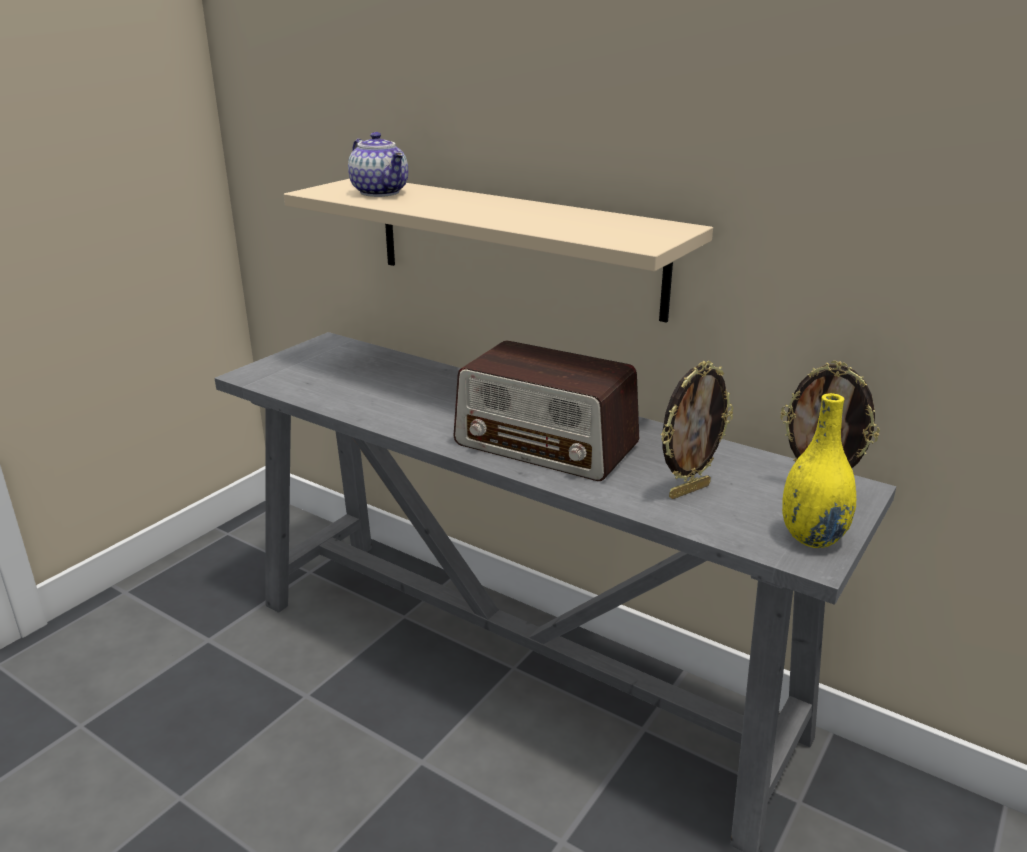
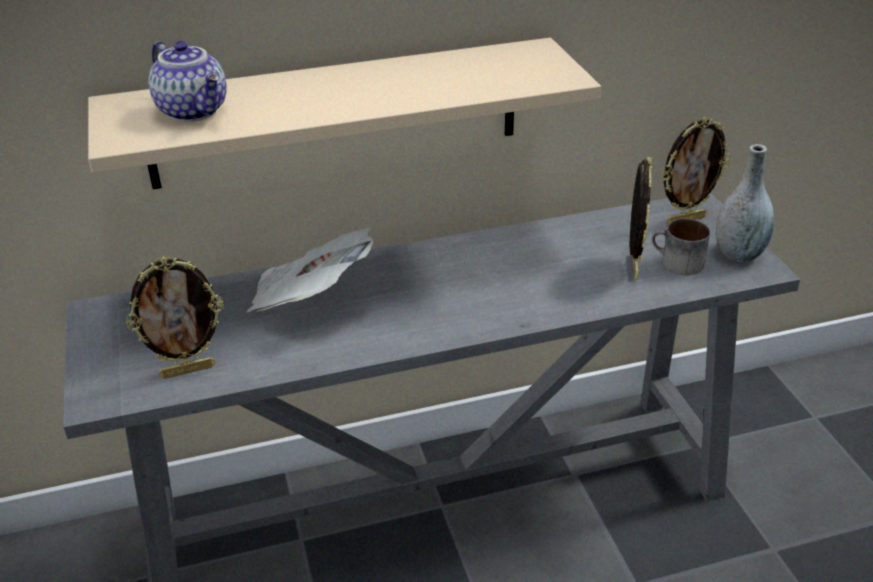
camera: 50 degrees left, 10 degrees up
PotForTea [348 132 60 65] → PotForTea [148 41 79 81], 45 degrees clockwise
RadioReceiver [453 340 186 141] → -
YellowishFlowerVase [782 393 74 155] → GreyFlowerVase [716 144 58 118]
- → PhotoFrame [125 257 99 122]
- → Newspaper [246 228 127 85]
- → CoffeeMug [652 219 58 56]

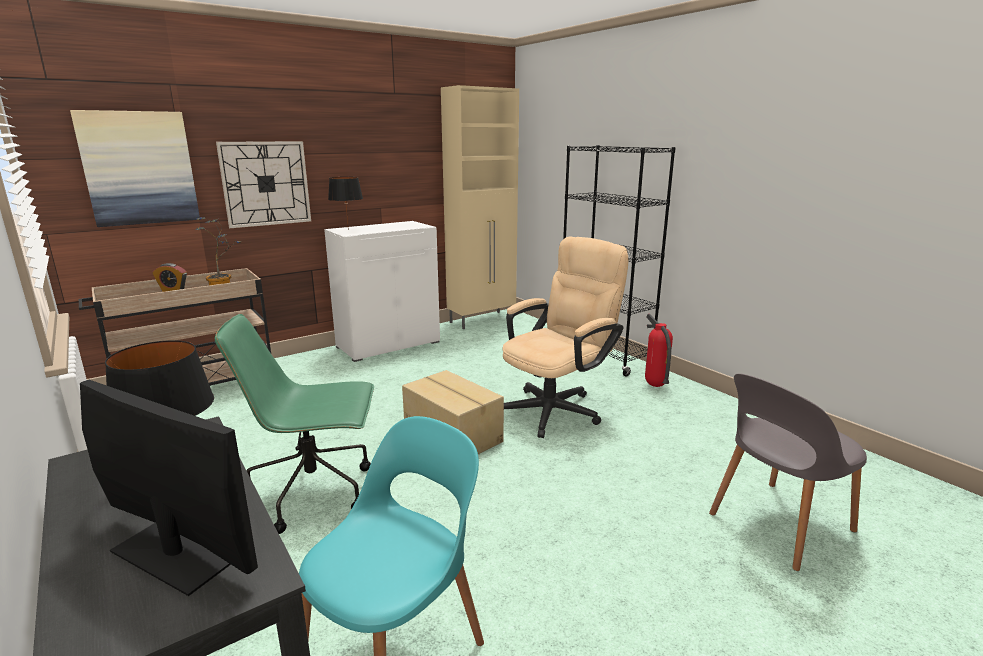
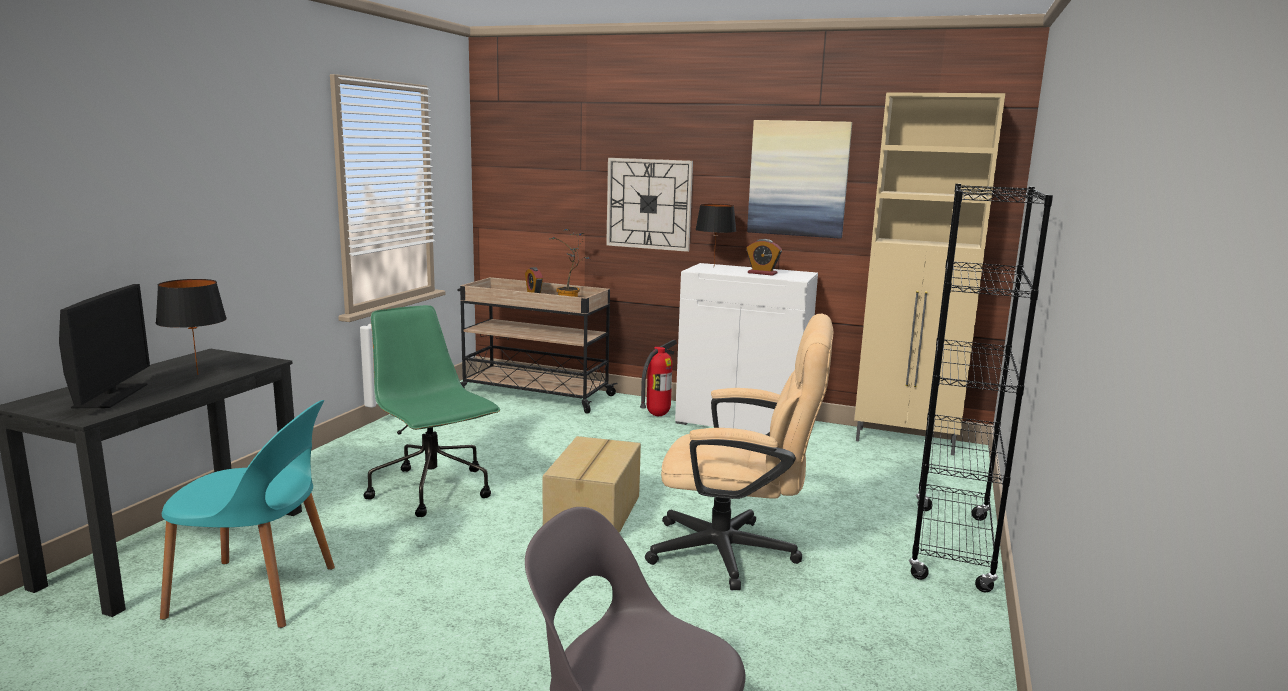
camera: 55 degrees right, 5 degrees down
WallPicture [70 110 130 117] → WallPicture [747 120 105 119], moved
FireExtinguisher [645 314 28 73] → FireExtinguisher [640 339 37 77], moved
- → TableClock [746 239 36 37]

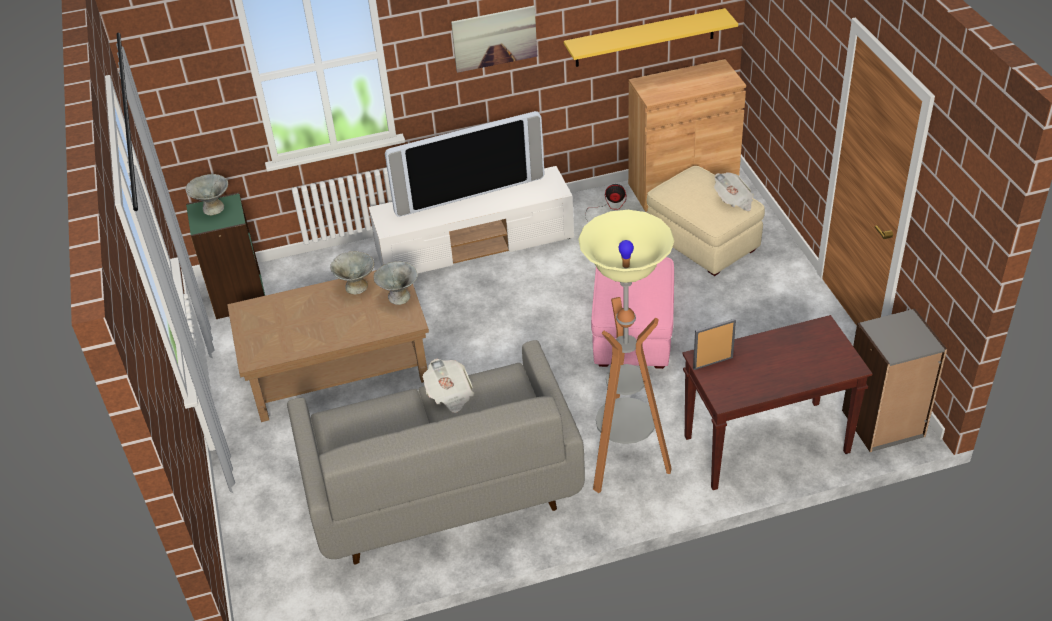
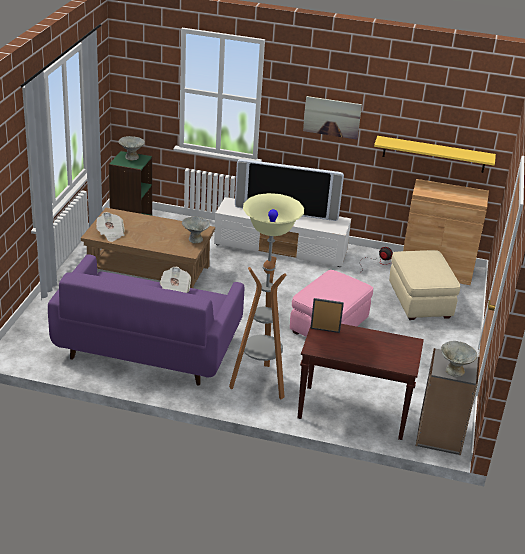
camera: 25 degrees right, 10 degrees down
GreySettee [287 340 298 225] → PurplishSettee [48 254 196 132]
GreyBowl [330 251 44 43] → GreyBowl [441 341 36 36], moved
Newspaper [714 172 40 39] → Newspaper [96 212 29 30], moved

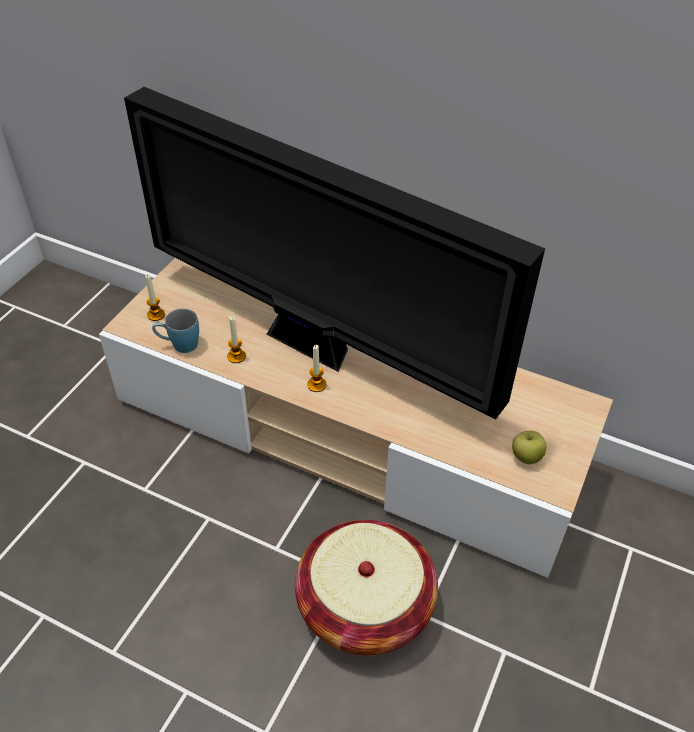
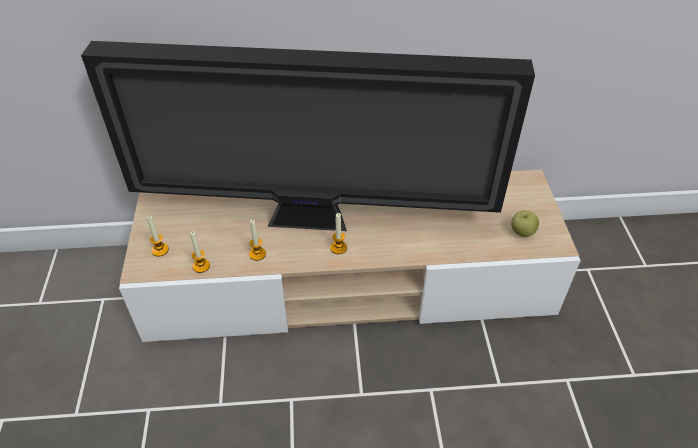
camera: 30 degrees left, 0 degrees up
BlueCoffeeMug [152 308 47 45] → Candle [190 231 20 42]
HouseholdBasket [295 520 143 135] → -

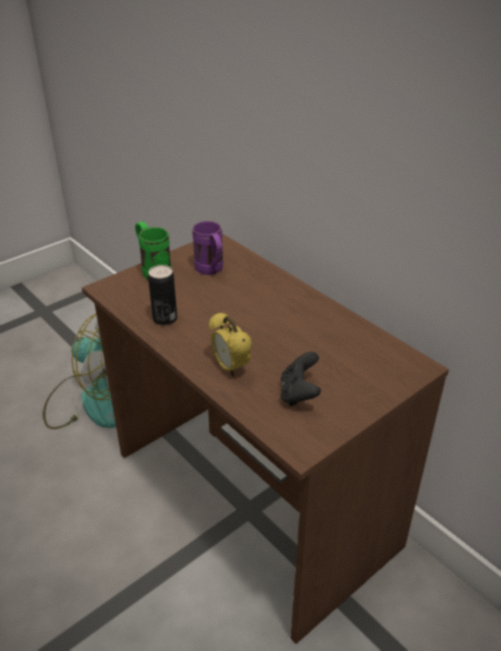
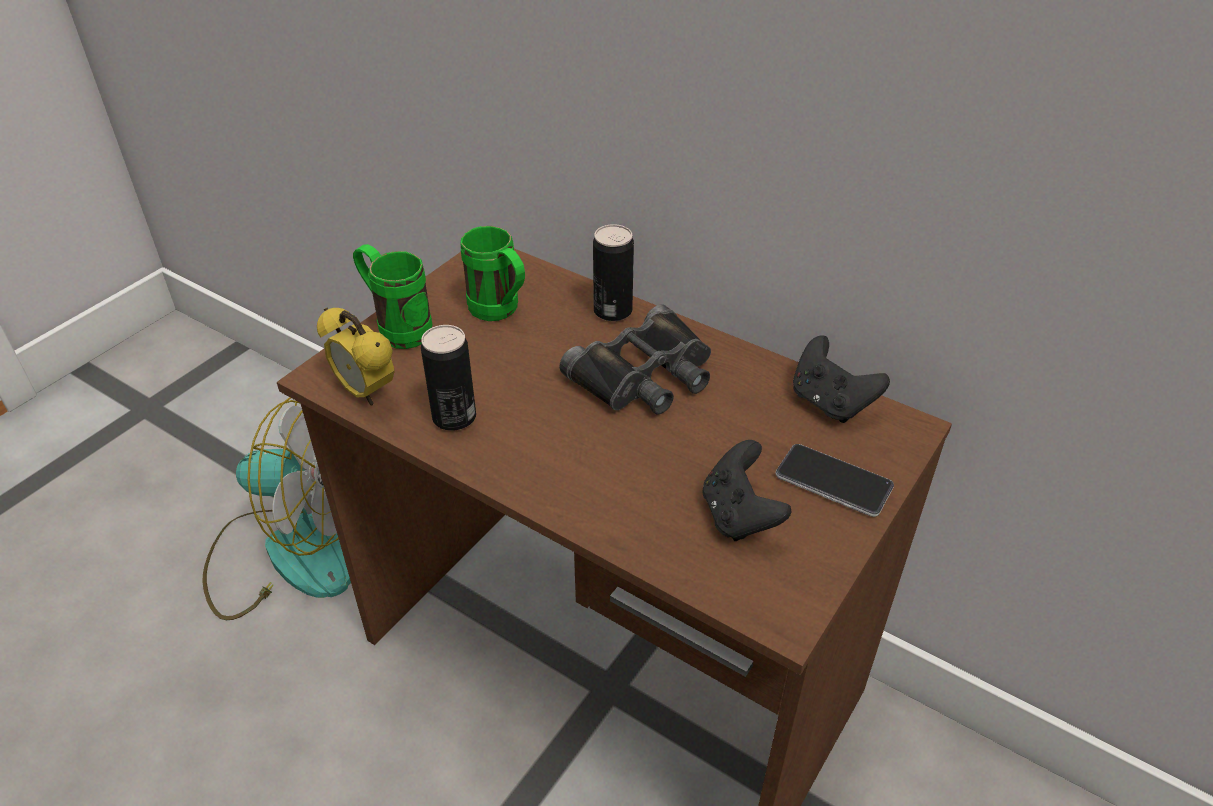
camera: 15 degrees left, 5 degrees up
PurplishCoffeeMug [192 221 31 54] → GreenishCoffeeMug [460 226 65 95]
TableClock [209 312 43 65] → TableClock [317 308 78 98], moved
- → BlackishFieldGlasses [560 304 151 111]
- → MetalCan [593 224 41 97]
- → Handset [776 444 118 73]
- → BlackishGameController [793 336 97 87]

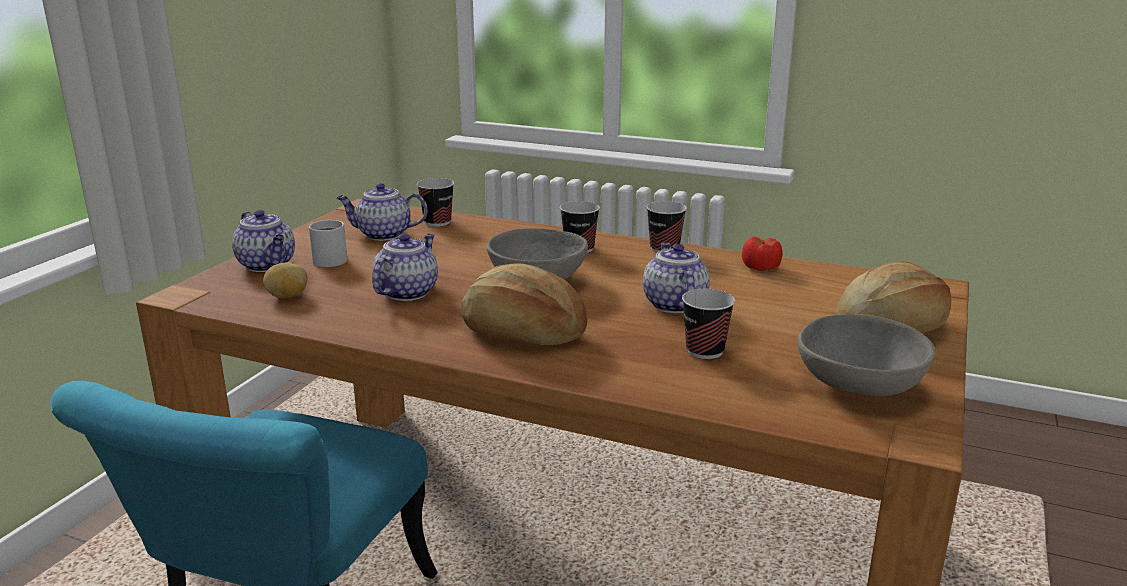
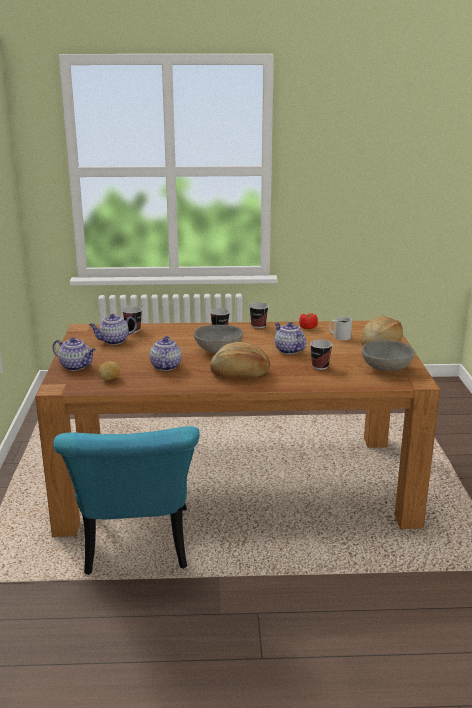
camera: 25 degrees left, 0 degrees up
WhiteColouredCoffeeMug [309 220 38 47] → WhiteColouredCoffeeMug [329 317 23 23], moved

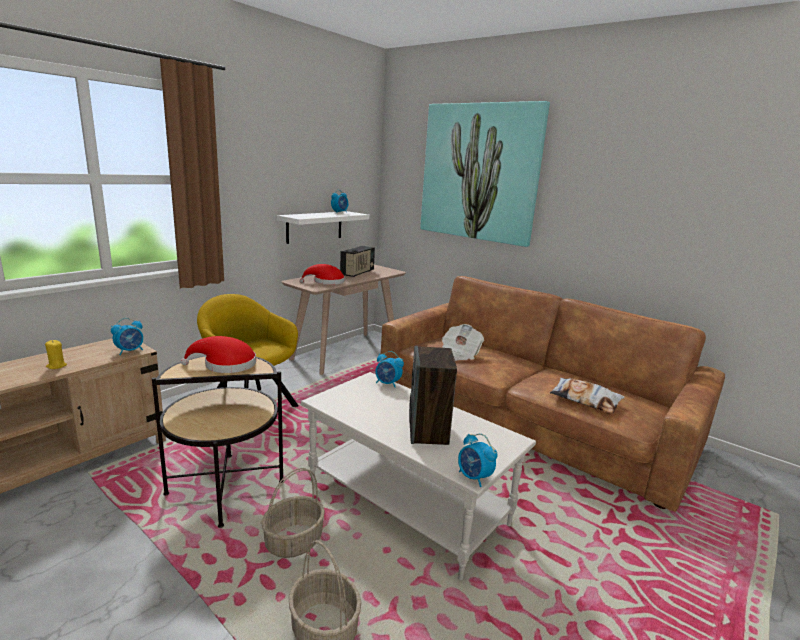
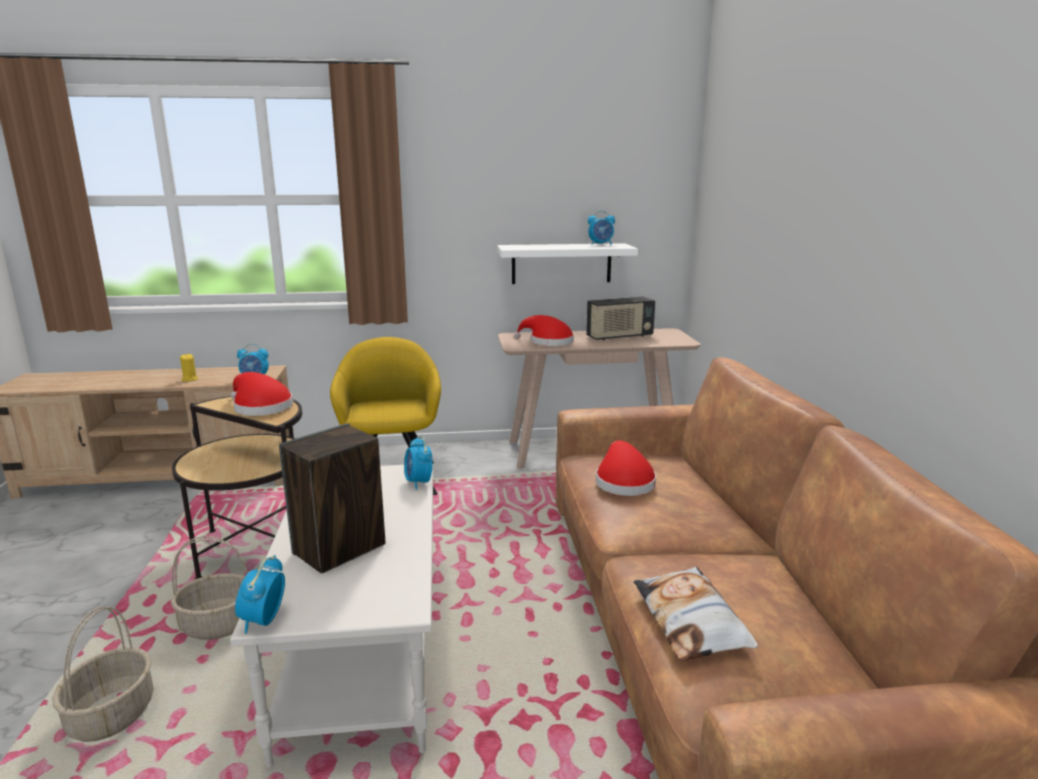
camera: 45 degrees right, 0 degrees up
WallPicture [420 101 130 146] → -
Newspaper [442 324 42 37] → RedColouredWearableHat [596 440 60 56]

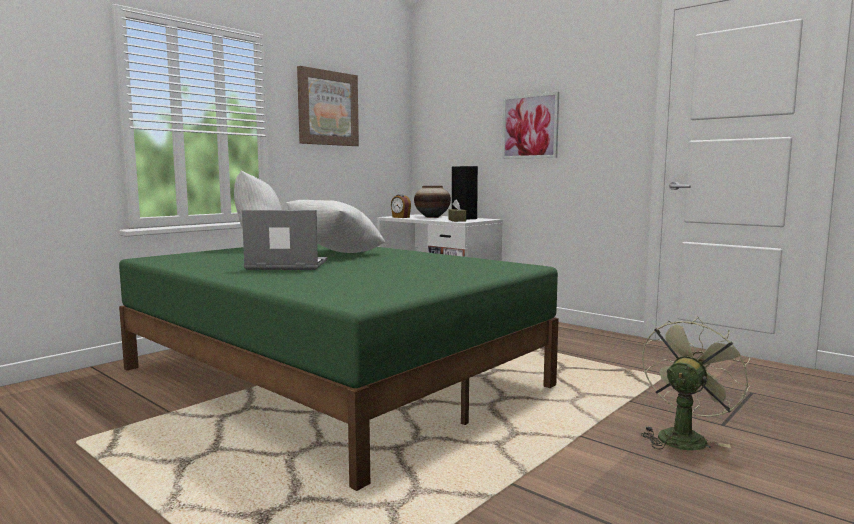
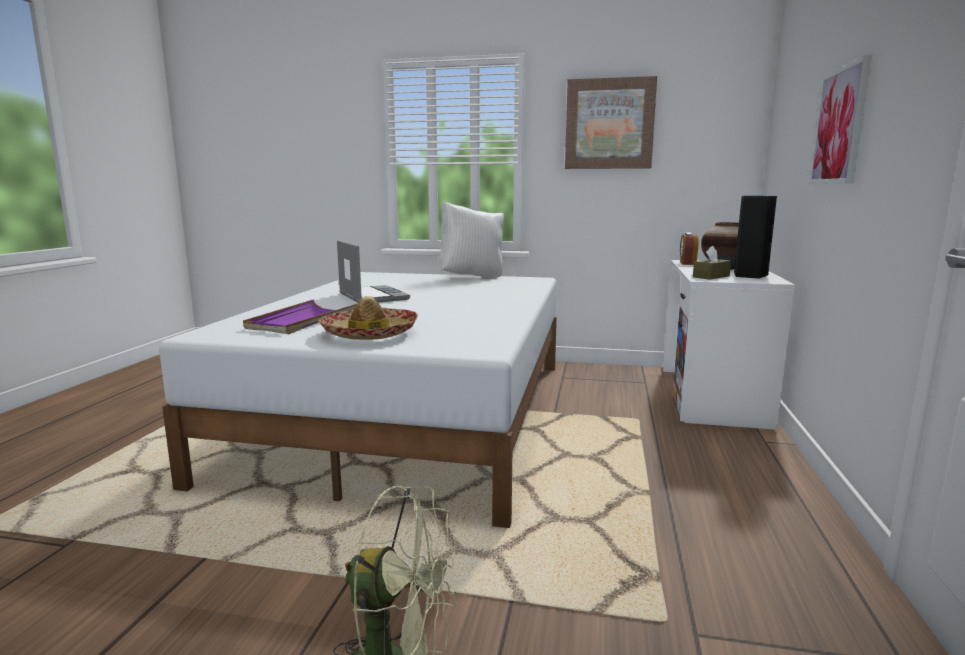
camera: 60 degrees right, 5 degrees up
GreenishBedroomBed [119 243 440 248] → WhiteColouredBedroomBed [159 272 398 256]
WhiteColouredThrowPillow [286 200 99 53] → -
- → PurplishTray [243 299 114 35]
- → WearableHat [318 296 100 44]

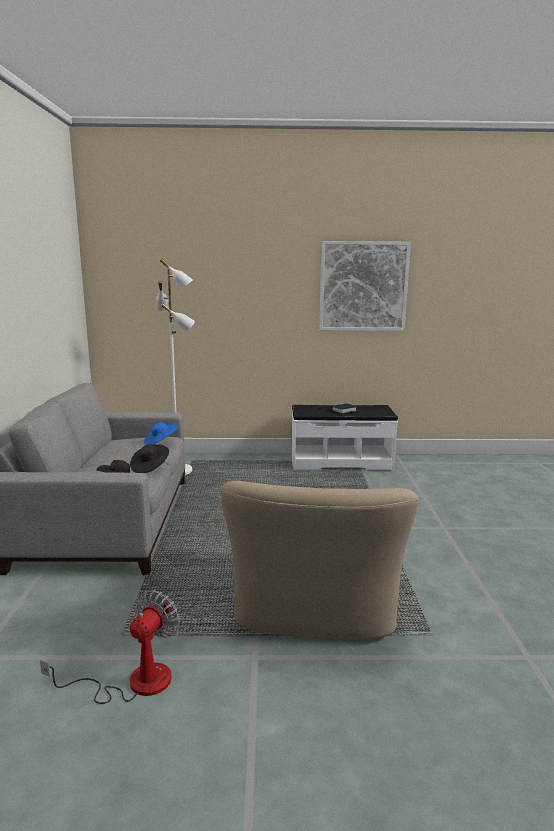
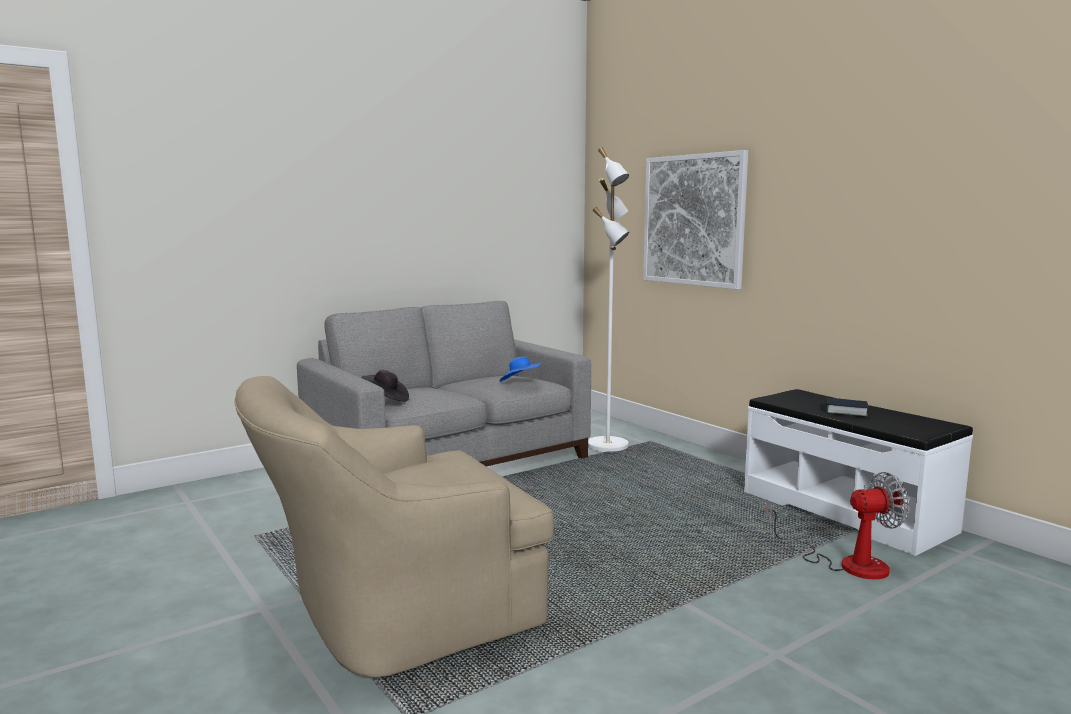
camera: 55 degrees right, 5 degrees down
Fan [40 590 140 114] → Fan [766 472 143 108], moved
BlackishWearableHat [130 444 39 29] → -
WallPicture [319 241 92 90] → WallPicture [643 150 105 139], moved

